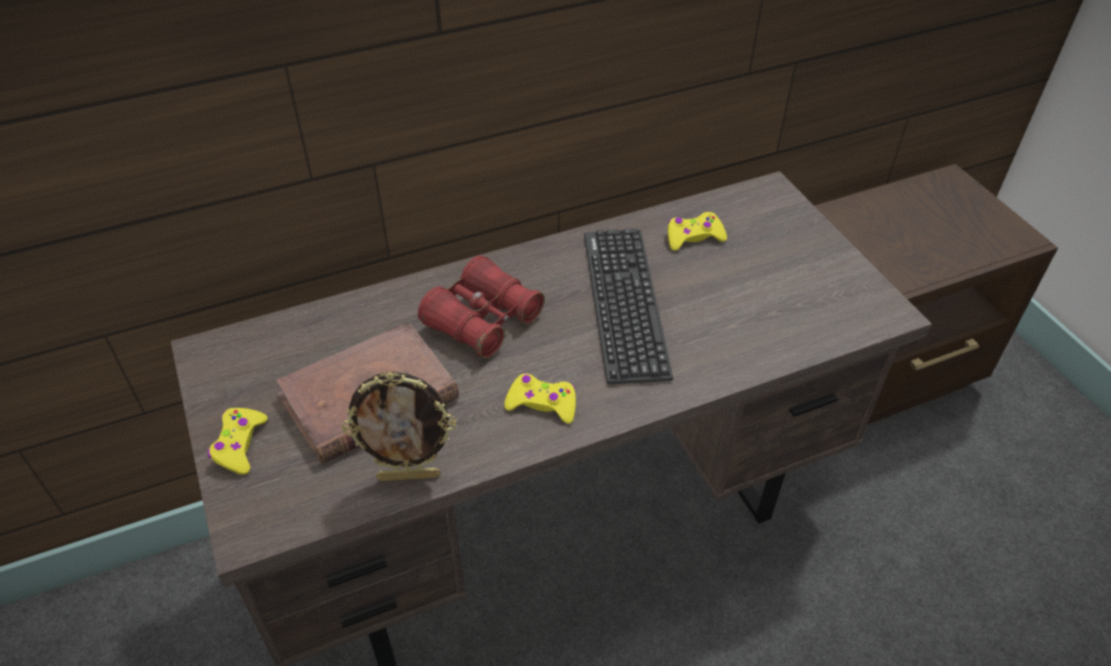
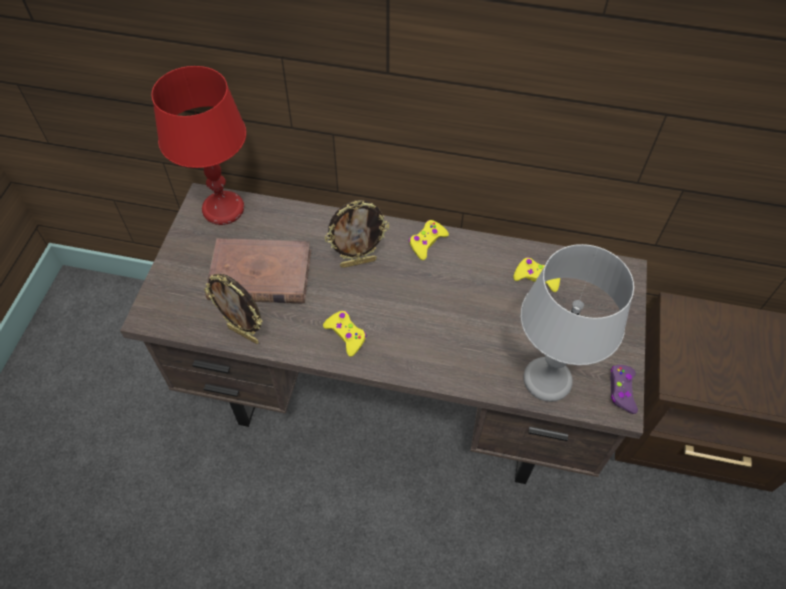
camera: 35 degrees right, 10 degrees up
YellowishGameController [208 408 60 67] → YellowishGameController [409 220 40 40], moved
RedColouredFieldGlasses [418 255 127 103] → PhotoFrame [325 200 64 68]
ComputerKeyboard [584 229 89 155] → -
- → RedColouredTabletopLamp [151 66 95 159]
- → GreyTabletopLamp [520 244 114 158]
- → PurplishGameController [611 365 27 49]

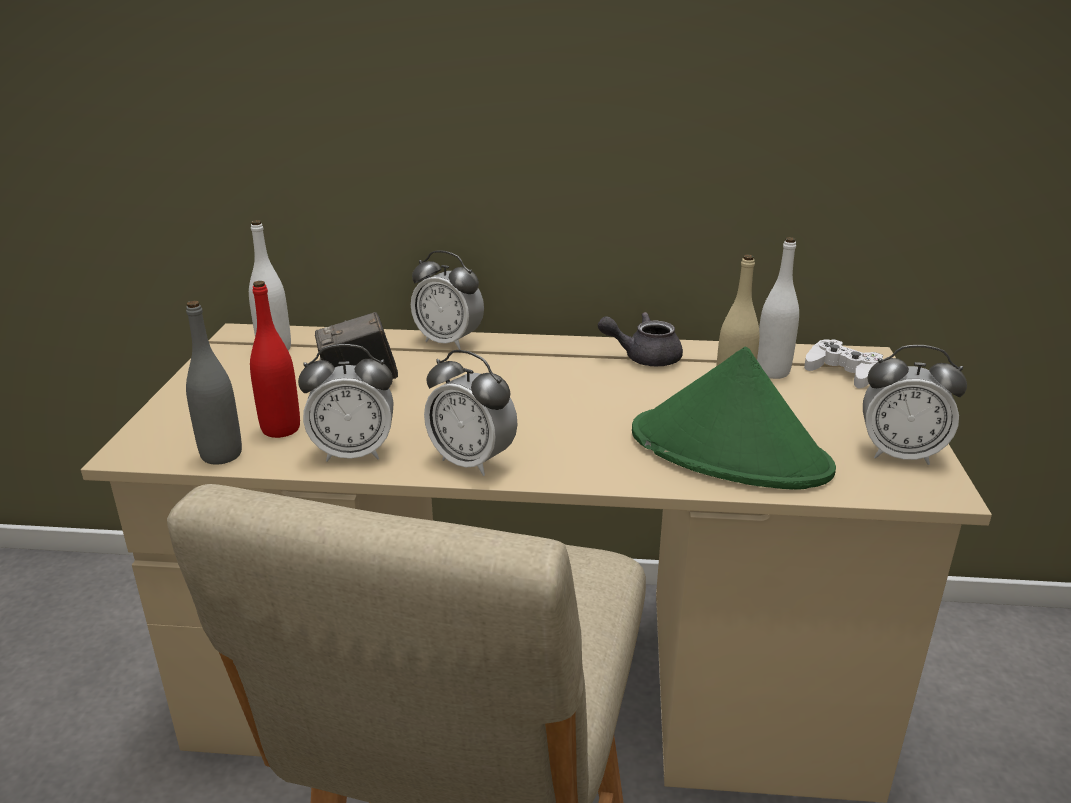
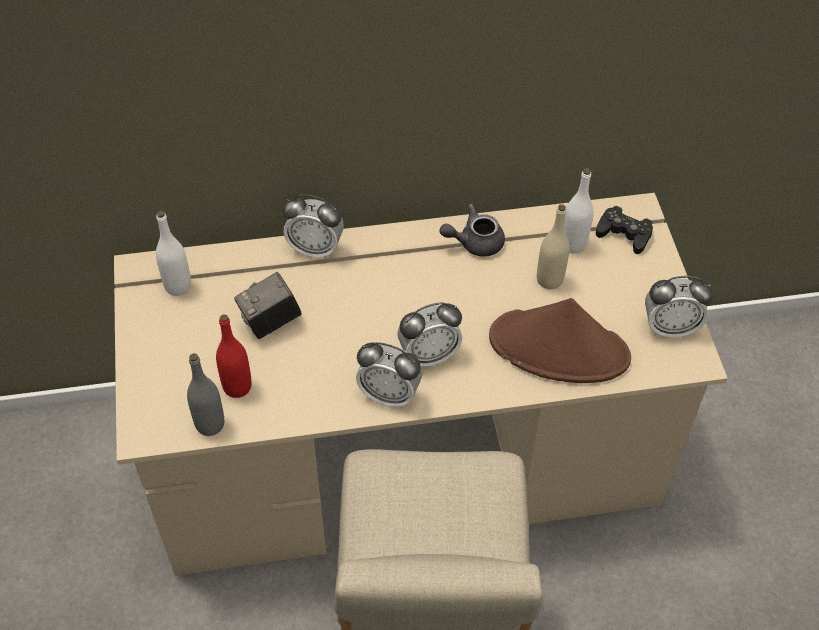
camera: 15 degrees left, 25 degrees up
TableClock [298 344 96 118] → TableClock [397 302 65 65], moved
GreenishWearableHat [632 346 204 143] → BrownColouredWearableHat [489 298 142 85]
WhiteColouredGameController [804 339 79 49] → BlackishGameController [596 206 57 48]

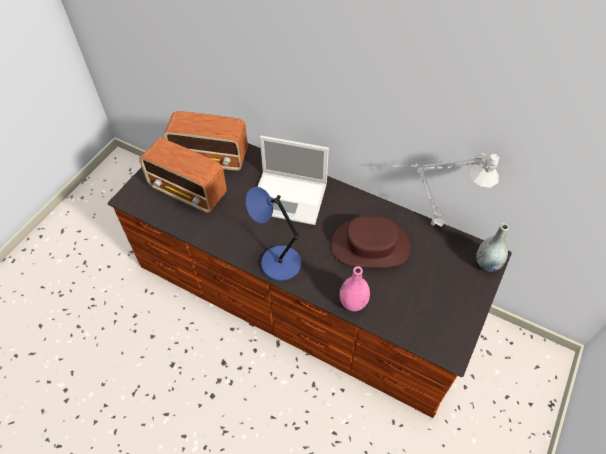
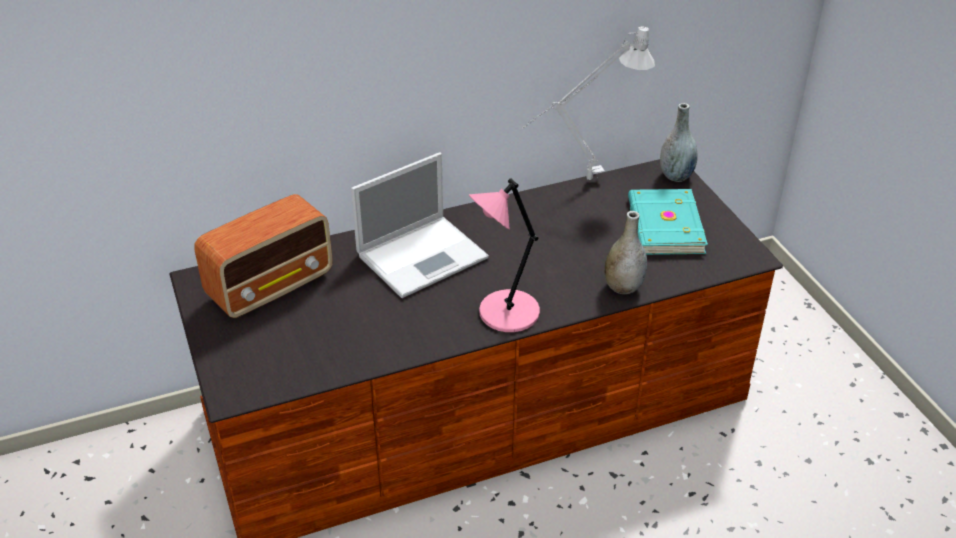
camera: 50 degrees left, 15 degrees down
RadioReceiver [139 137 88 76] → -
BlueTabletopLamp [246 187 55 94] → PinkColouredTabletopLamp [469 179 71 153]
BrownColouredWearableHat [331 216 80 52] → -
PinkColouredFlowerVase [340 266 30 45] → GreyFlowerVase [605 211 42 83]
- → BlueGreenBoundBook [628 189 80 66]

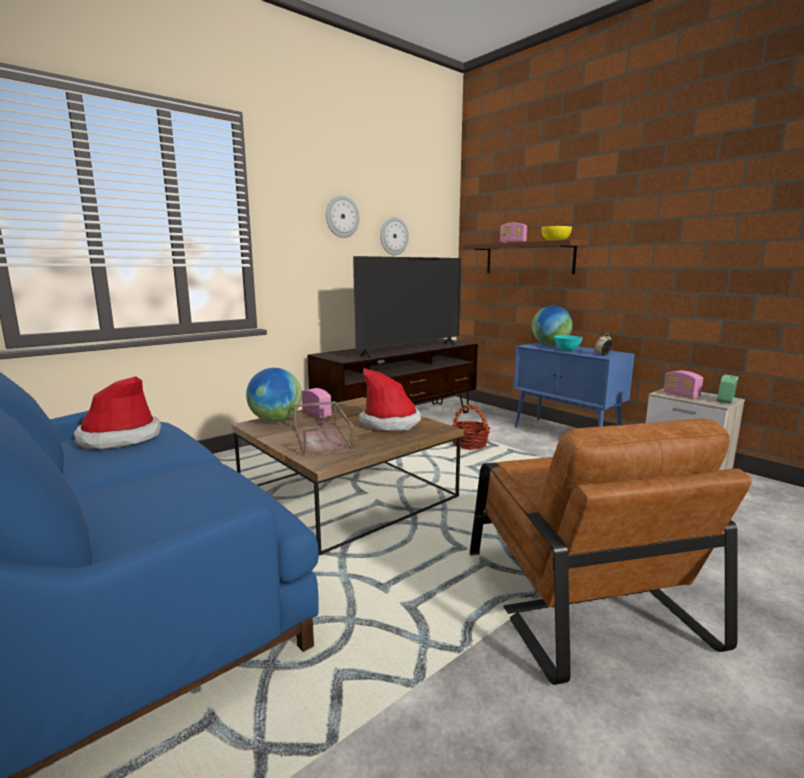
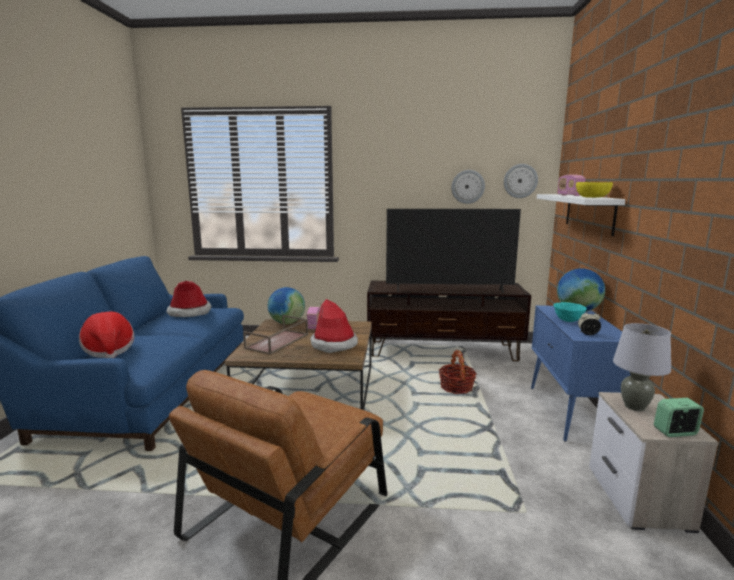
camera: 45 degrees right, 0 degrees up
WallClock [326 195 33 43] → WallClock [504 164 34 34], moved
BrownColouredShelf [462 240 126 34] → WhiteColouredShelf [537 194 88 42]
RadioReceiver [663 371 40 28] → GreyTabletopLamp [613 323 58 88]
- → WearableHat [79 312 55 46]

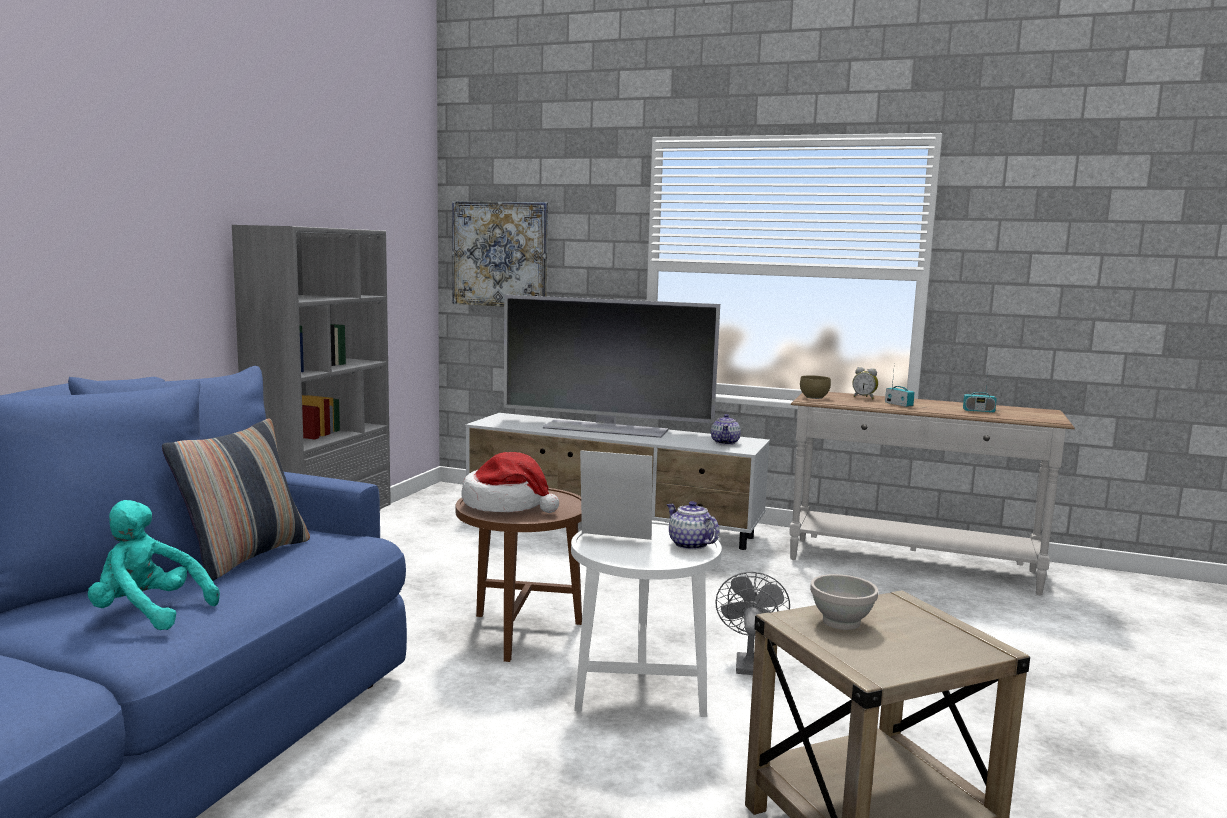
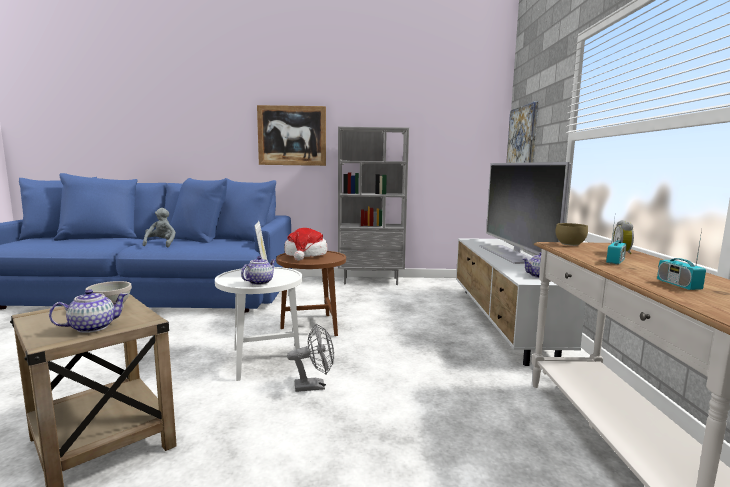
camera: 70 degrees right, 0 degrees up
BlueGreenCuddlyToy [88 500 132 130] → GreyCuddlyToy [143 208 33 39]
ThrowPillow [162 419 148 162] → -
- → PotForTea [49 289 79 44]
- → WallPicture [257 105 69 61]

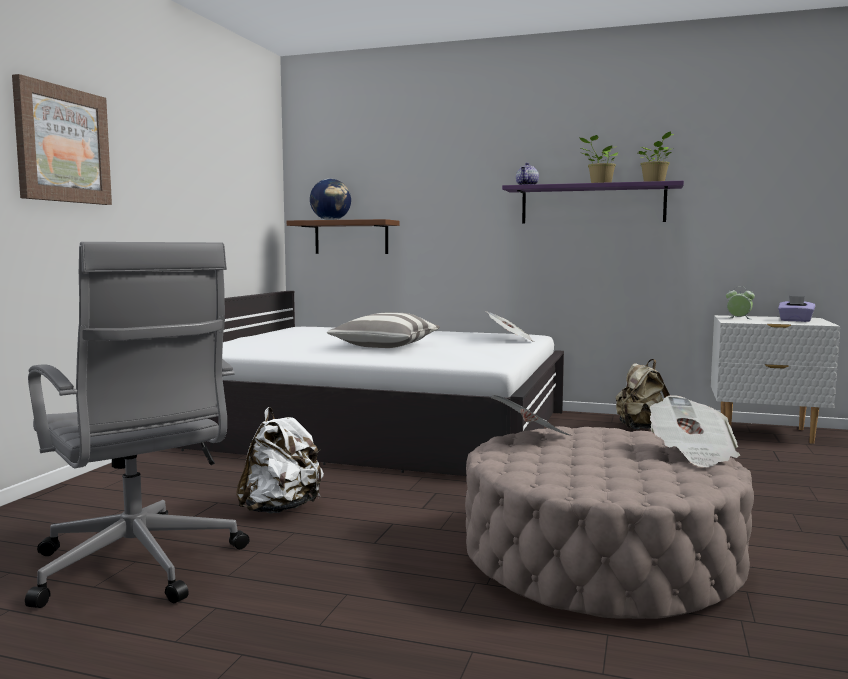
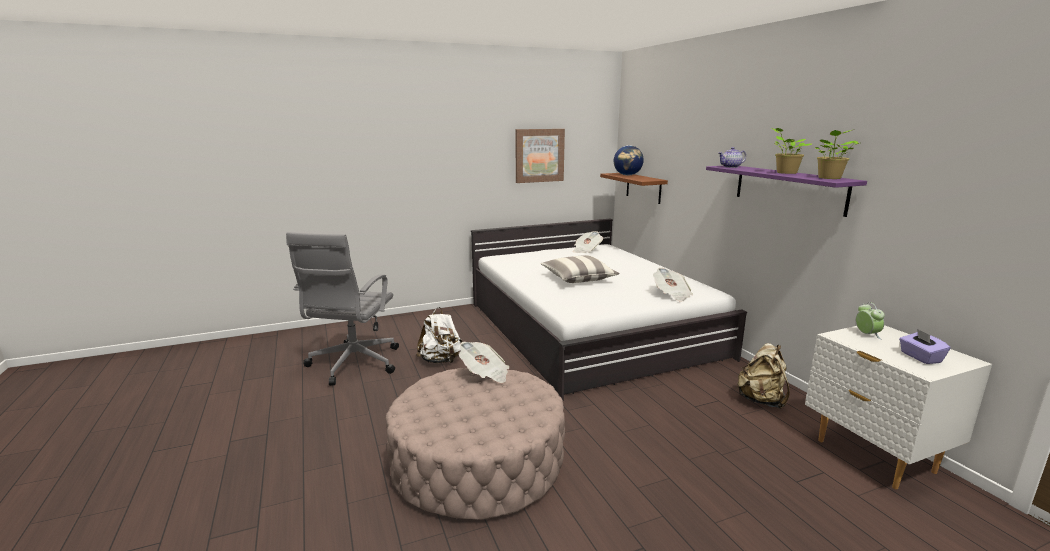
camera: 50 degrees right, 10 degrees up
WallPicture [12 74 100 131] → WallPicture [515 129 50 54], moved
Newspaper [650 395 90 72] → Newspaper [573 231 30 22], moved

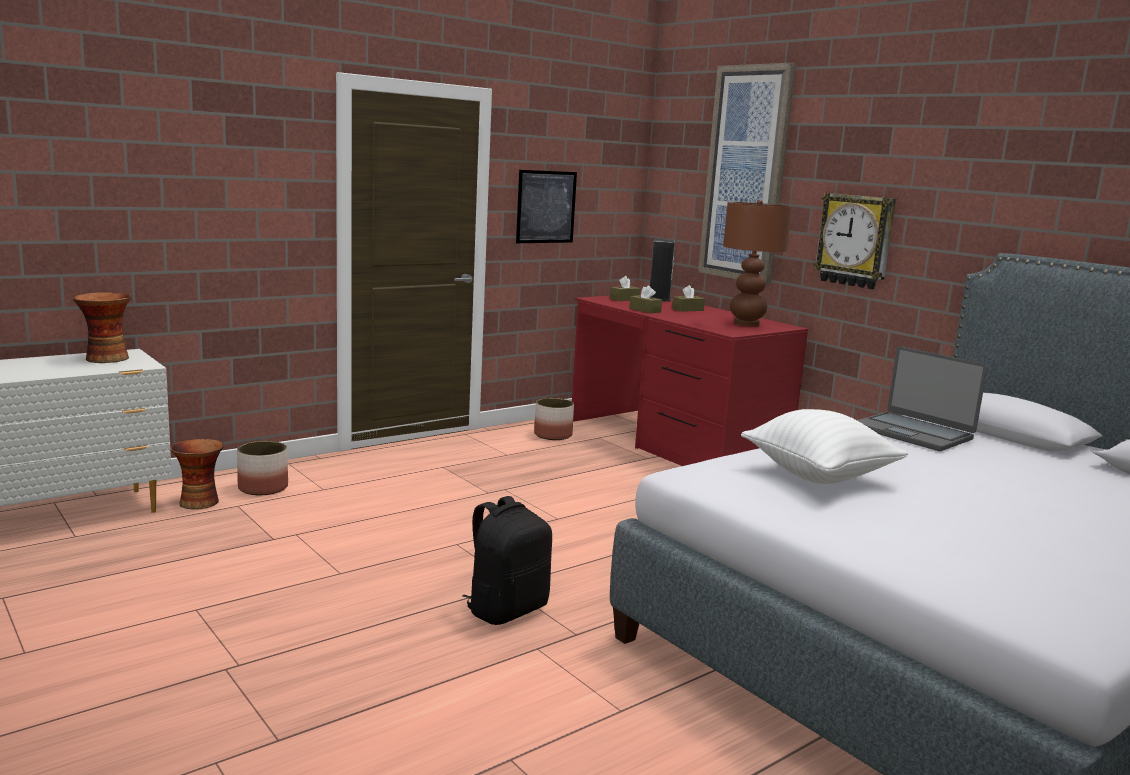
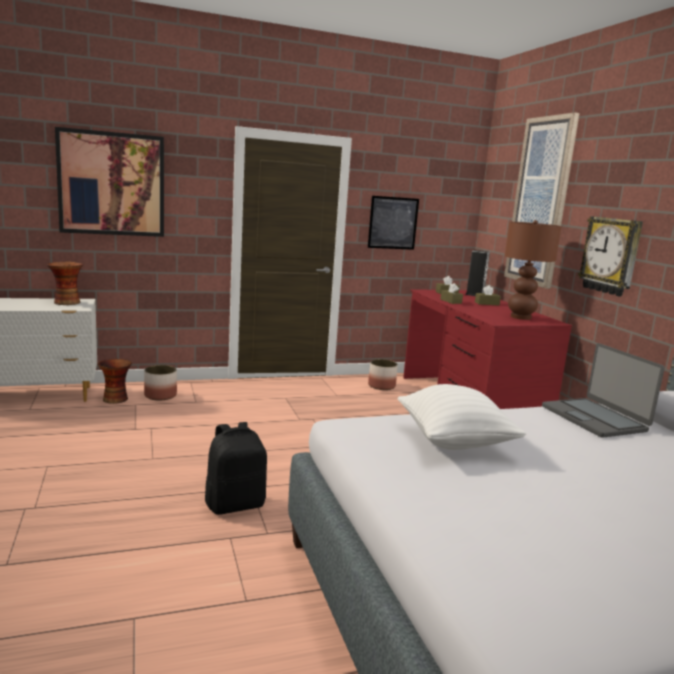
camera: 20 degrees right, 0 degrees up
- → WallPicture [55 127 109 110]

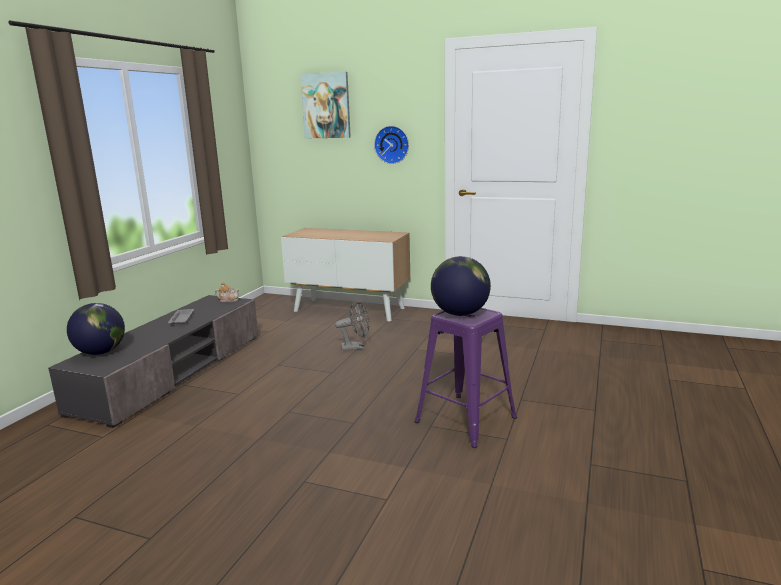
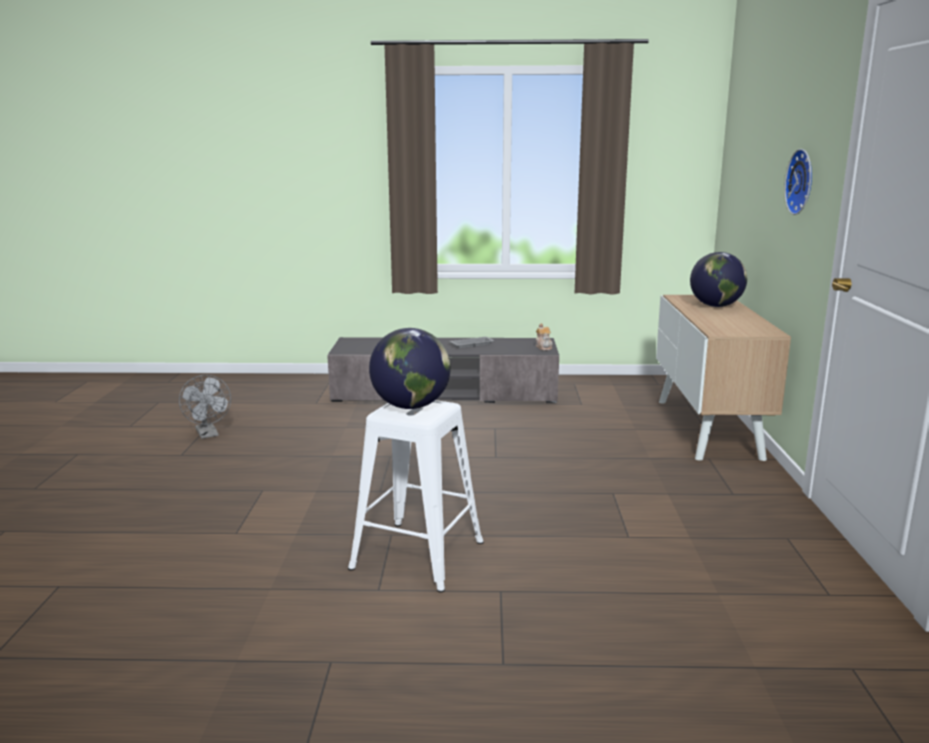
camera: 70 degrees right, 0 degrees up
DeskGlobe [67 303 58 52] → DeskGlobe [690 252 57 55], moved
WallPicture [300 72 51 66] → -
GreyFan [335 301 35 50] → GreyFan [179 375 52 64], moved
PurplishSittingStool [414 308 103 140] → WhiteColouredSittingStool [348 400 136 193]

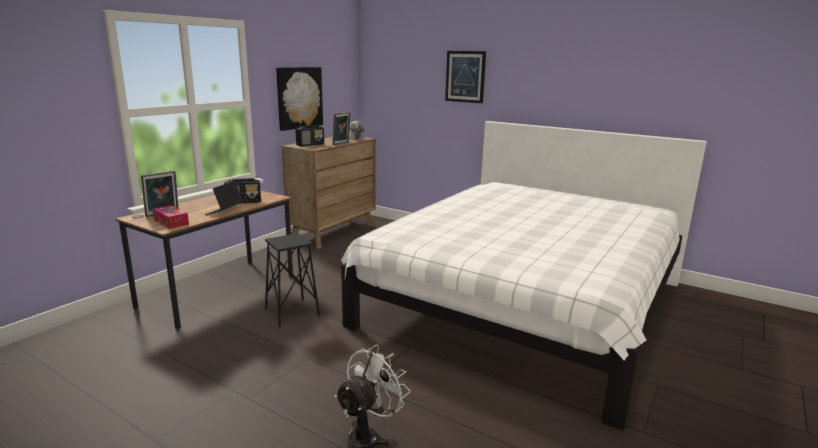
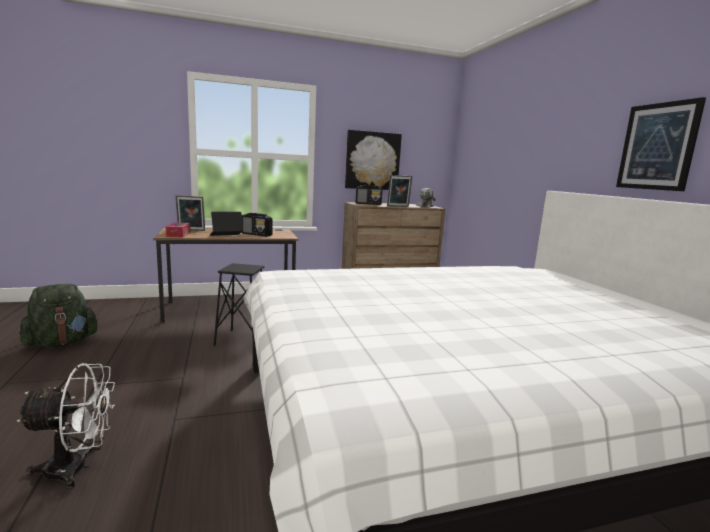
camera: 40 degrees right, 5 degrees down
WallPicture [445 51 41 52] → WallPicture [616 97 90 94], moved
- → GreenishRucksack [19 284 80 64]

